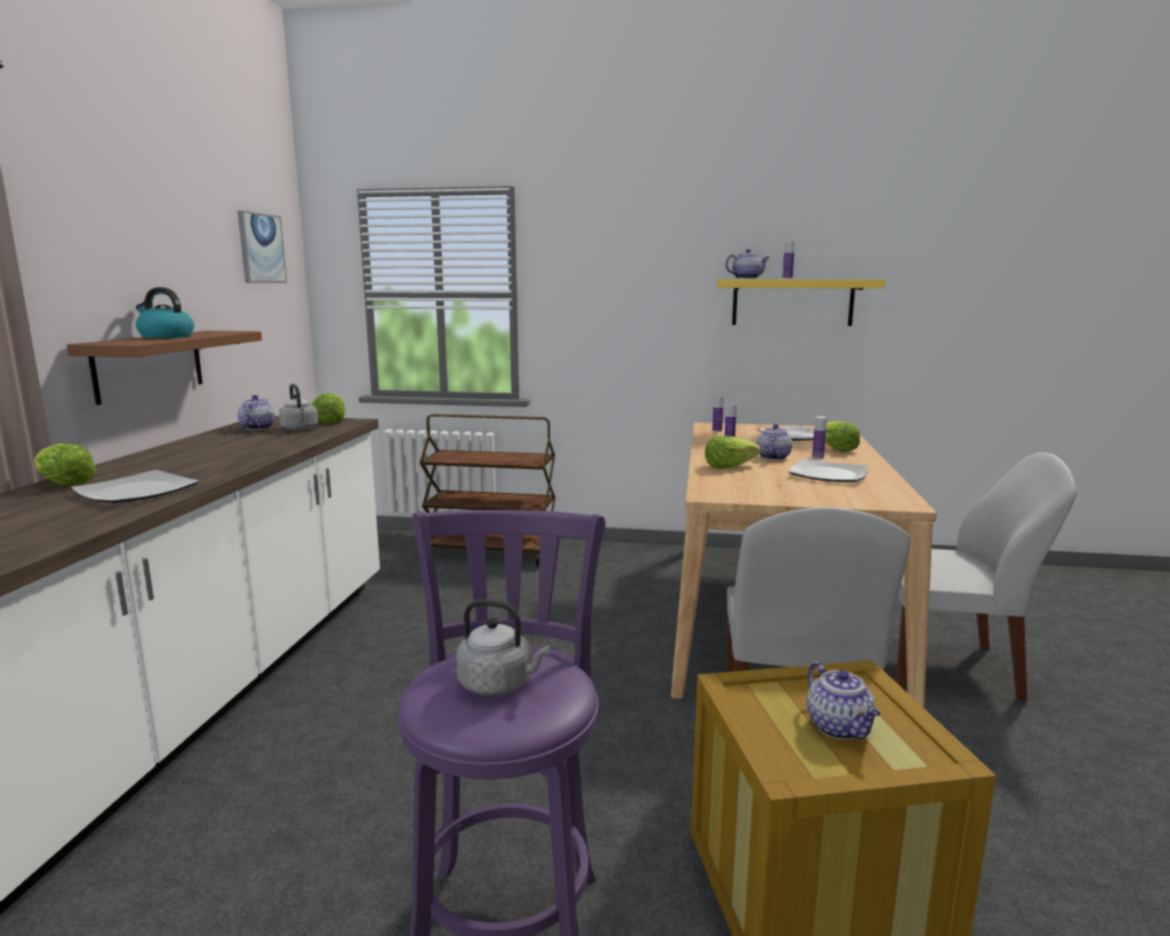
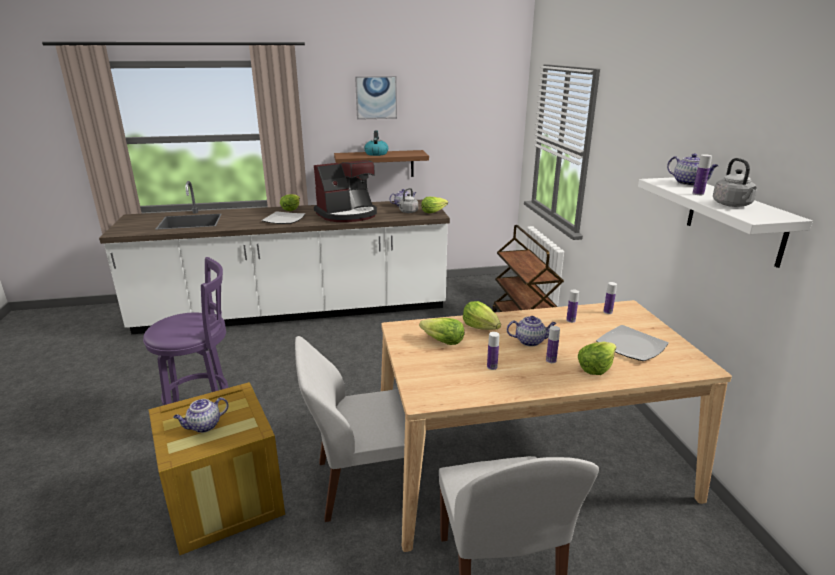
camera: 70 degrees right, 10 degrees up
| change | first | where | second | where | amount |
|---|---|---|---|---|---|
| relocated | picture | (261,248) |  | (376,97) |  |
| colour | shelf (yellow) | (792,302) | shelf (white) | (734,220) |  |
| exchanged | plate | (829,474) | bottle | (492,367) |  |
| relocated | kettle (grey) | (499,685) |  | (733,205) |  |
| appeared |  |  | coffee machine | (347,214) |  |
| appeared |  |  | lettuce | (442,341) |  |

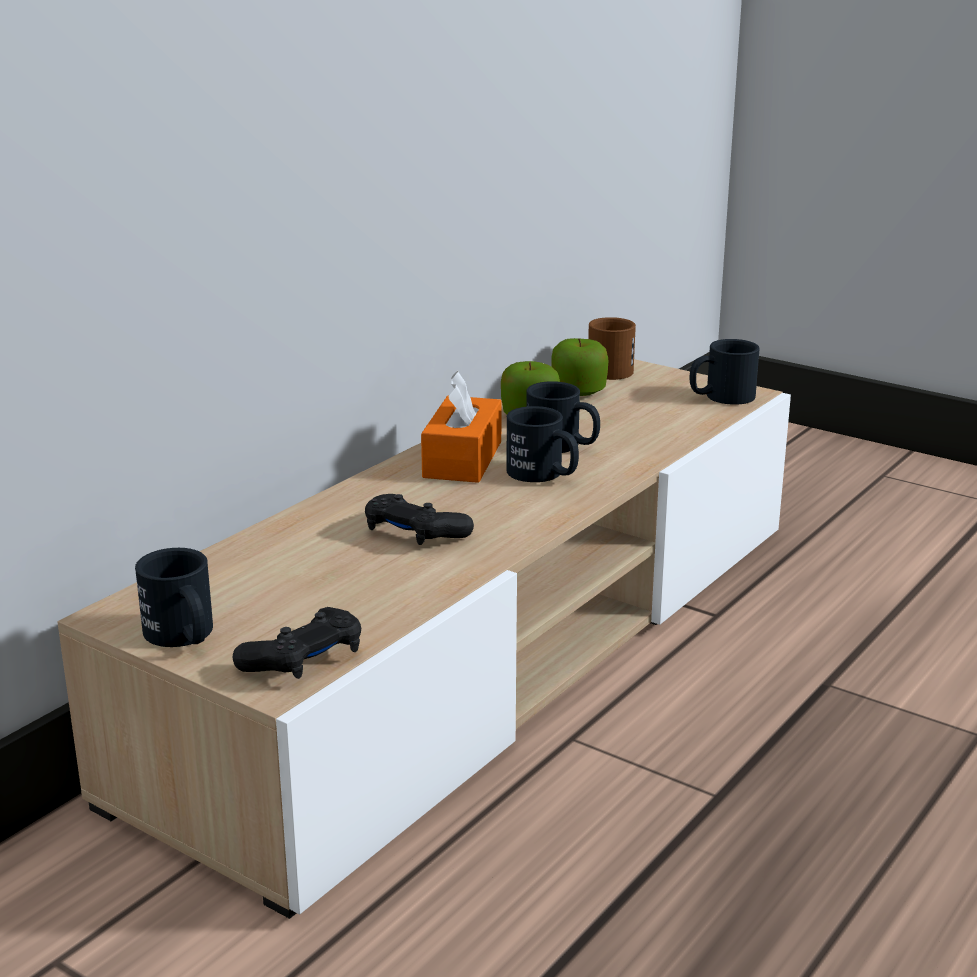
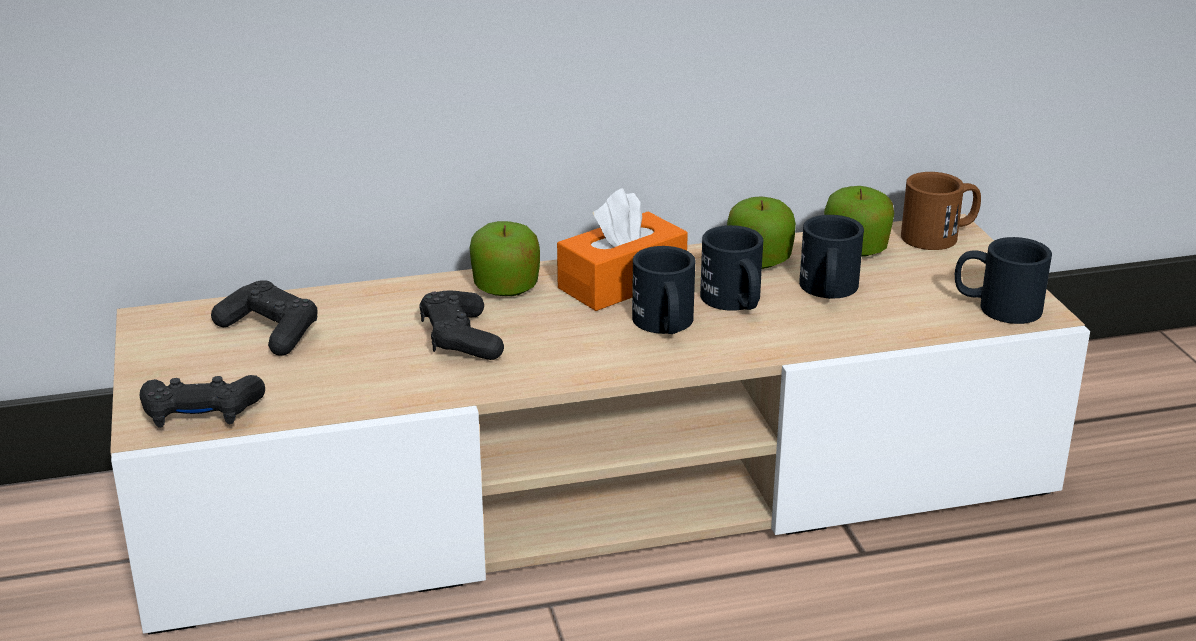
camera: 40 degrees right, 5 degrees up
| change | first | where | second | where | amount |
|---|---|---|---|---|---|
| relocated | mug (black) | (184,637) |  | (828,291) |  |
| appeared |  |  | apple | (506,288) |  |
| appeared |  |  | game controller (black) | (270,331) |  |

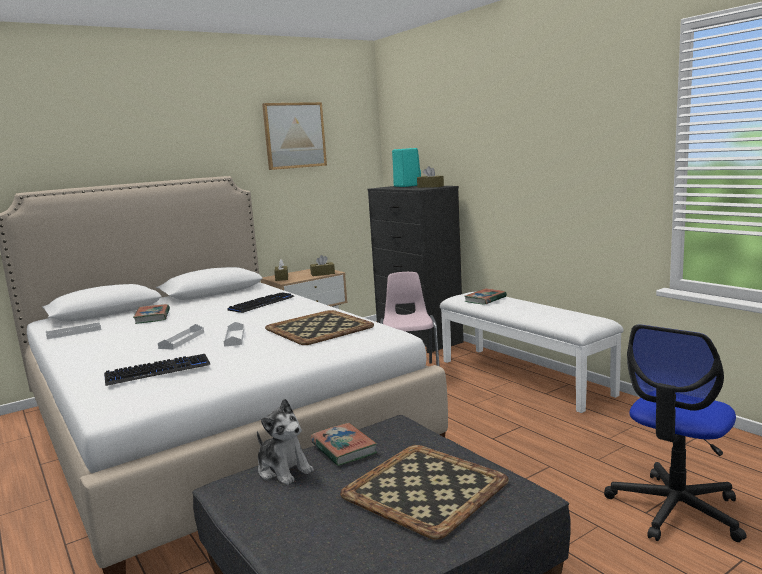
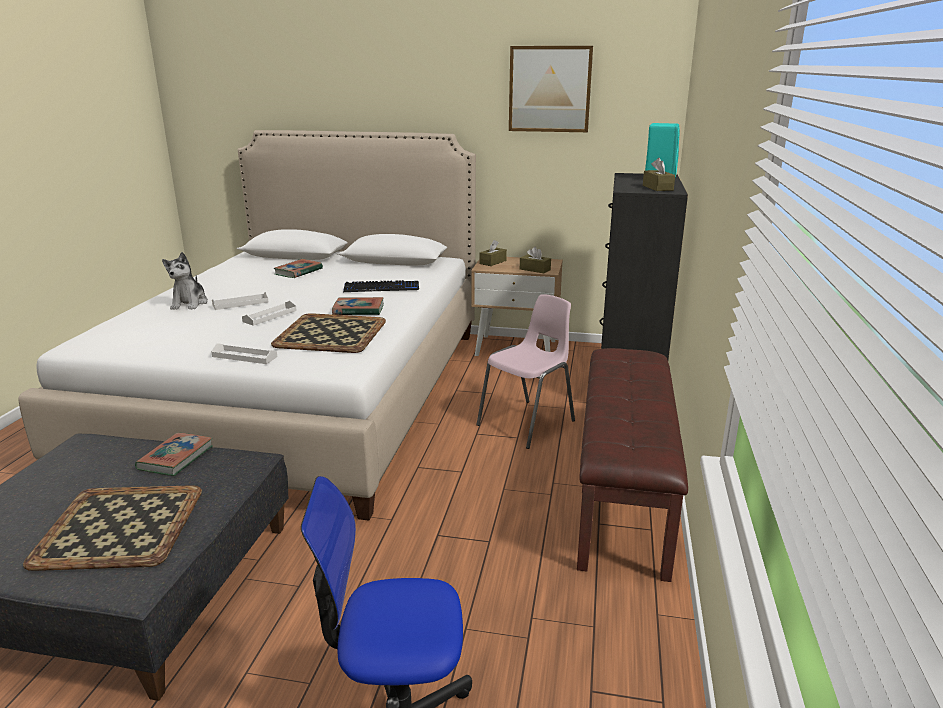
camera: 45 degrees right, 10 degrees up
| change | first | where | second | where | amount |
|---|---|---|---|---|---|
| relocated | book | (485,299) |  | (358,310) |  |
| colour | bench (white) | (524,377) | bench (brown) | (624,490) |  |
| relocated | tray (white) | (74,332) |  | (244,356) |  |
| missing | keyboard | (158,371) |  |  |  |
| relocated | plush toy | (284,470) |  | (190,303) |  |

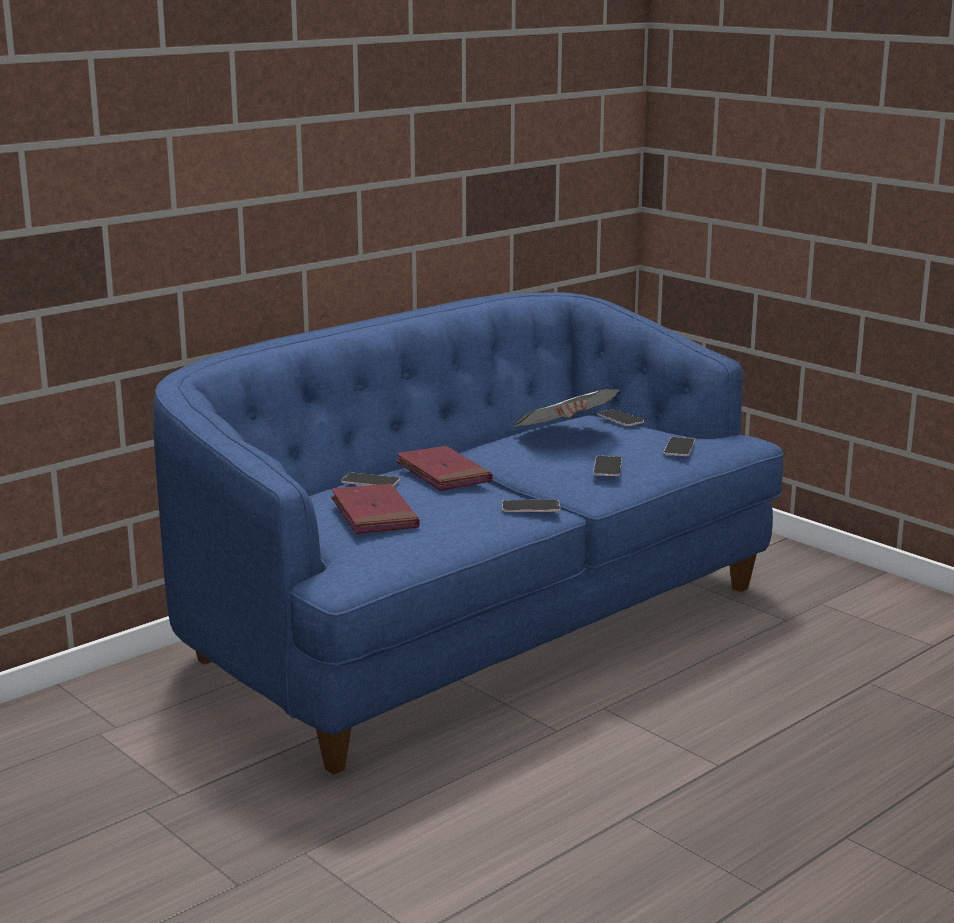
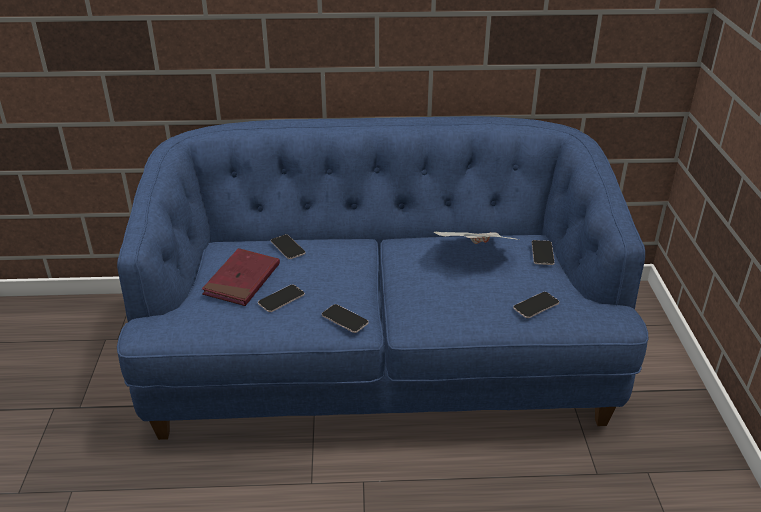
camera: 40 degrees right, 15 degrees up
| change | first | where | second | where | amount |
|---|---|---|---|---|---|
| missing | book (red) | (443,473) |  |  |  |
| relocated | phone | (607,467) |  | (281,299) |  |

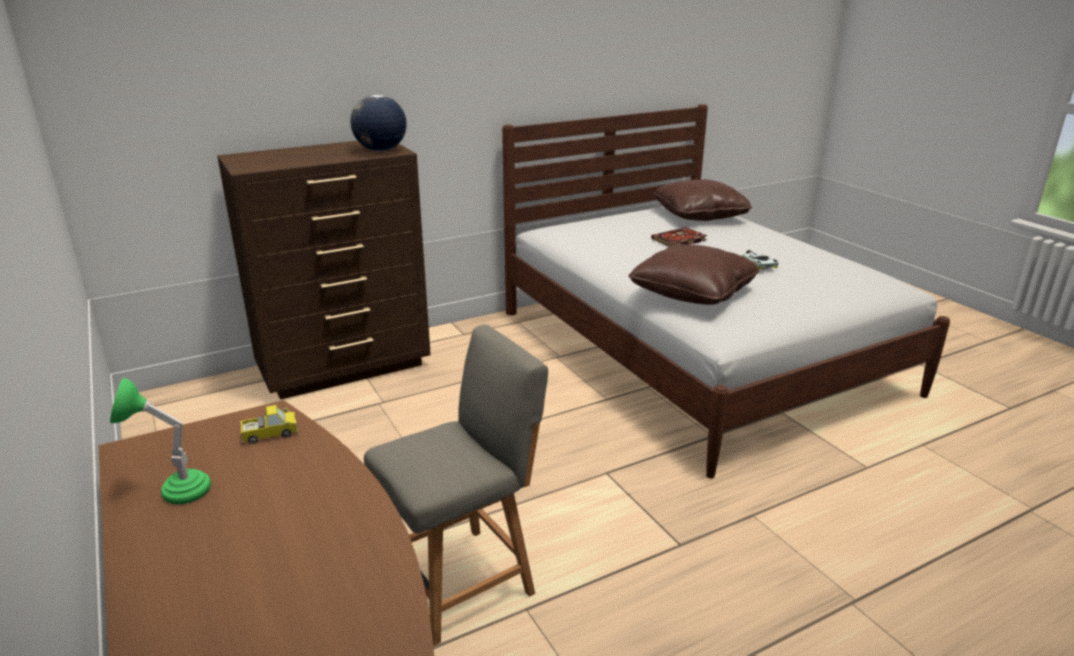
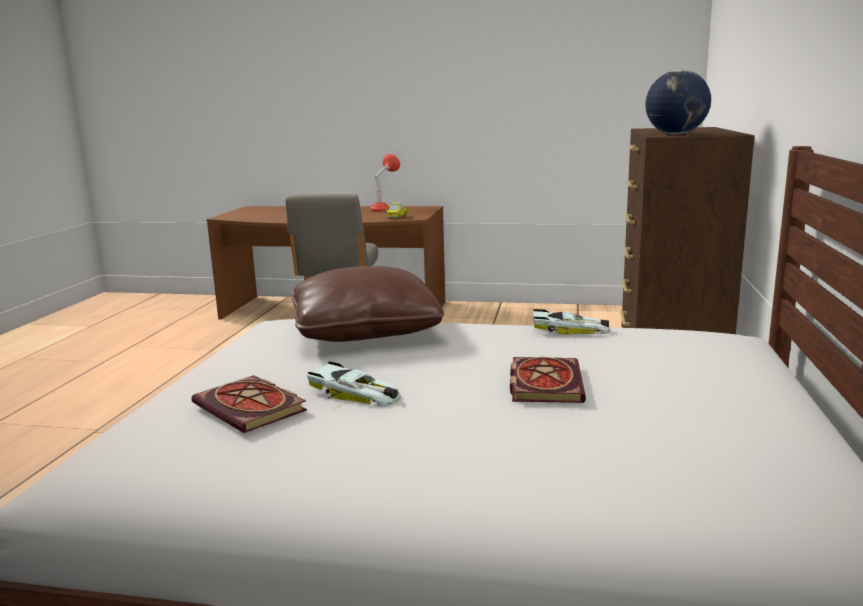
camera: 130 degrees right, 10 degrees down
| change | first | where | second | where | amount |
|---|---|---|---|---|---|
| missing | pillow (brown) | (699,215) |  |  |  |
| colour | table lamp (green) | (173,490) | table lamp (red) | (384,209) |  |
| appeared |  |  | toy car | (570,329) |  |
| appeared |  |  | book | (253,408) |  |

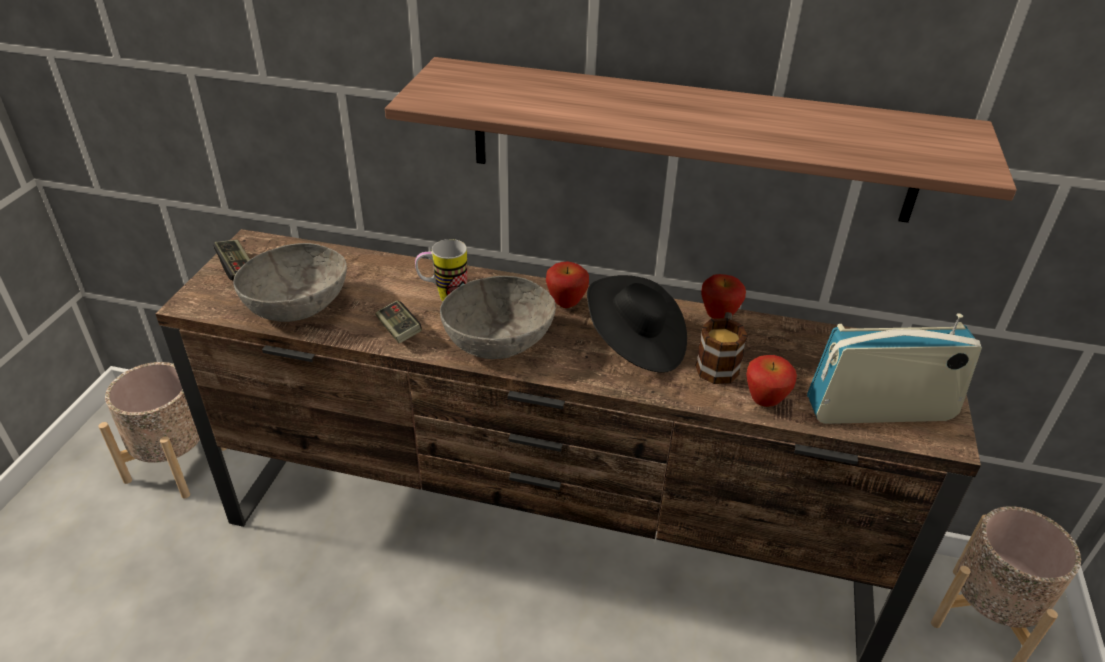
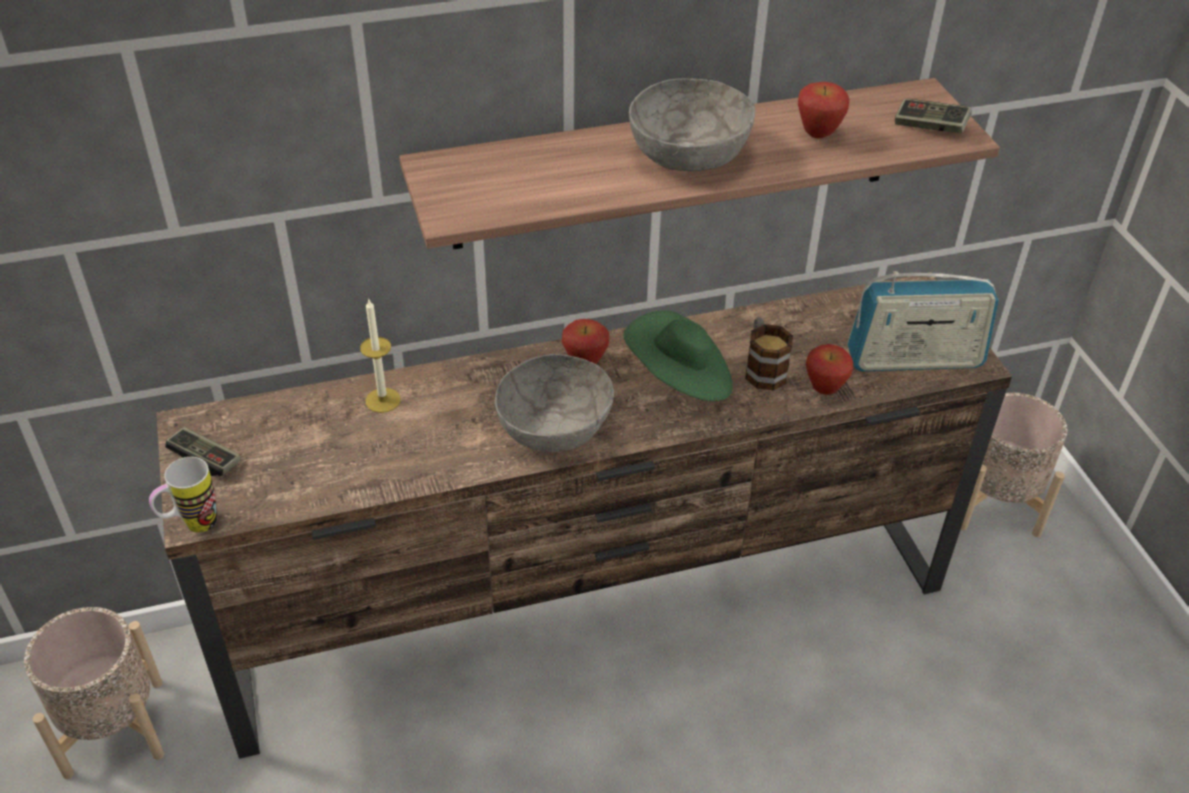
camera: 30 degrees left, 5 degrees up
| change | first | where | second | where | amount |
|---|---|---|---|---|---|
| relocated | mug | (443,298) |  | (191,526) |  |
| relocated | bowl (grey) | (297,304) |  | (688,153) |  |
| relocated | apple | (718,317) |  | (818,134) |  |
| colour | hat (black) | (635,344) | hat (green) | (679,379) |  |
| relocated | game controller | (399,330) |  | (930,127) |  |
| spun | radio | (879,410) |  | (914,359) | 150 degrees counterclockwise |
| appeared |  |  | candle | (383,400) |  |

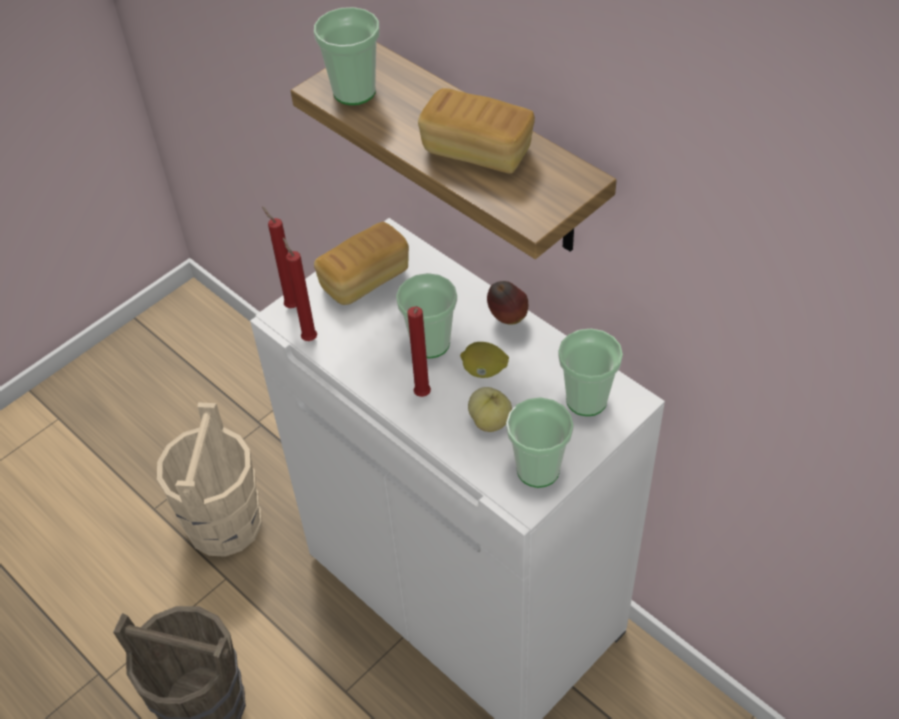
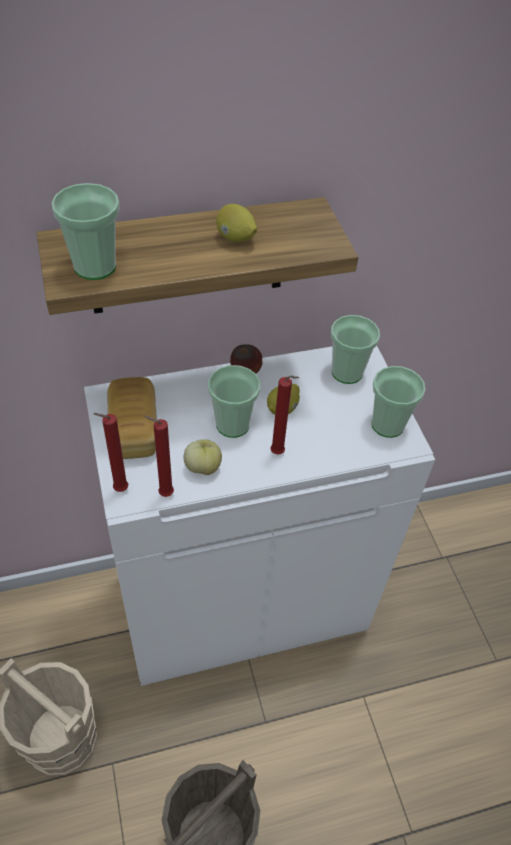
camera: 65 degrees left, 0 degrees up
| change | first | where | second | where | amount |
|---|---|---|---|---|---|
| exchanged | bread | (477,151) | lemon | (235,238) |  |
| relocated | apple | (490,421) |  | (203,467) |  |

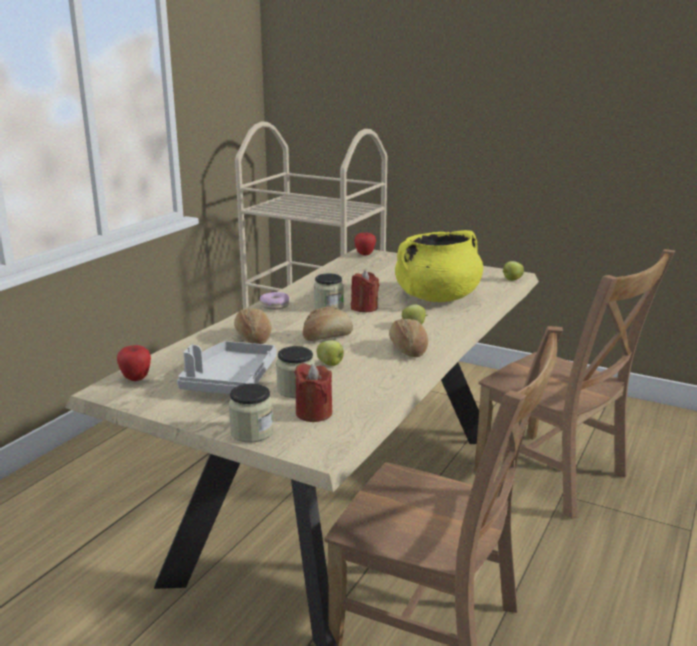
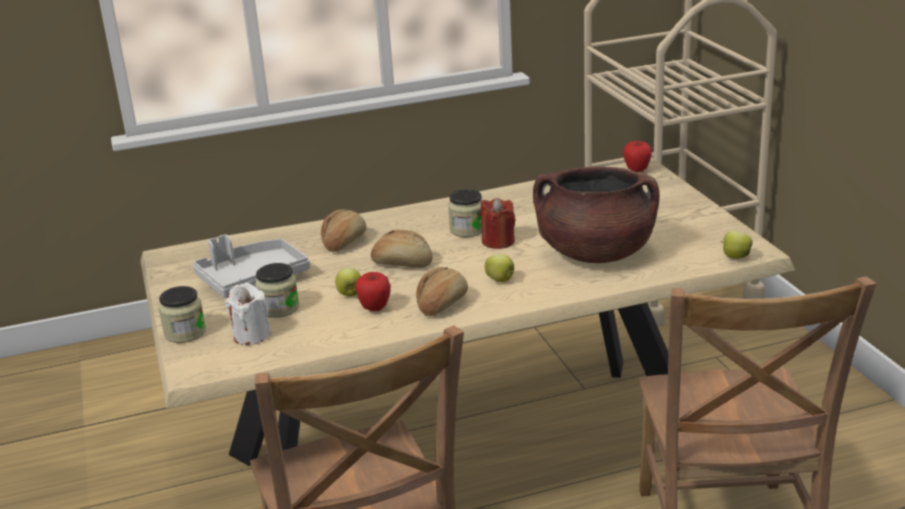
camera: 45 degrees right, 5 degrees up
| change | first | where | second | where | amount |
|---|---|---|---|---|---|
| colour | cooking pot (yellow) | (437,298) | cooking pot (brown) | (595,253) |  |
| missing | donut | (274,305) |  |  |  |
| relocated | apple | (136,379) |  | (375,308) |  |
| colour | candle (red) | (314,413) | candle (white) | (251,335) |  |

